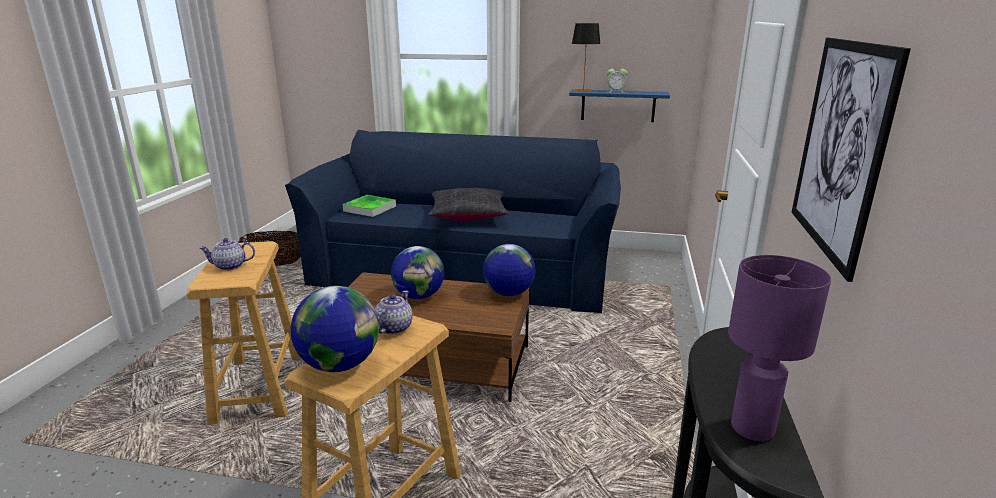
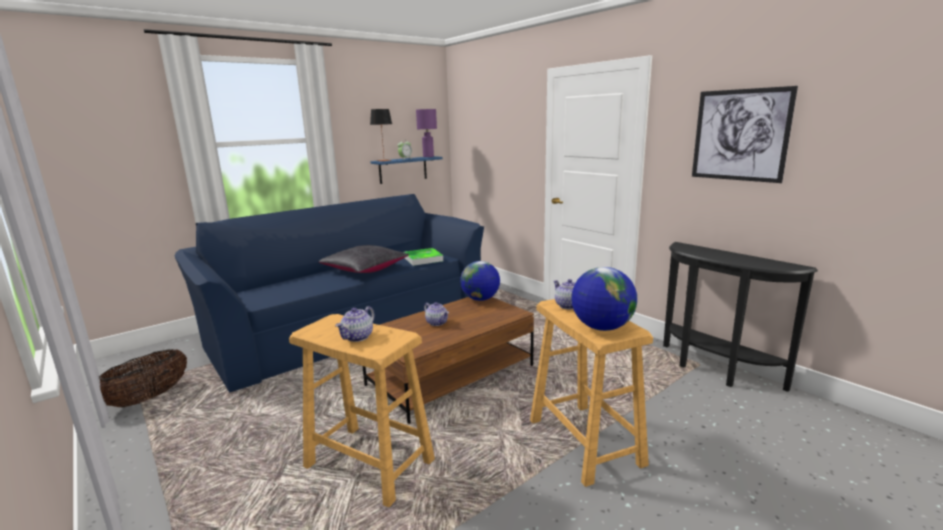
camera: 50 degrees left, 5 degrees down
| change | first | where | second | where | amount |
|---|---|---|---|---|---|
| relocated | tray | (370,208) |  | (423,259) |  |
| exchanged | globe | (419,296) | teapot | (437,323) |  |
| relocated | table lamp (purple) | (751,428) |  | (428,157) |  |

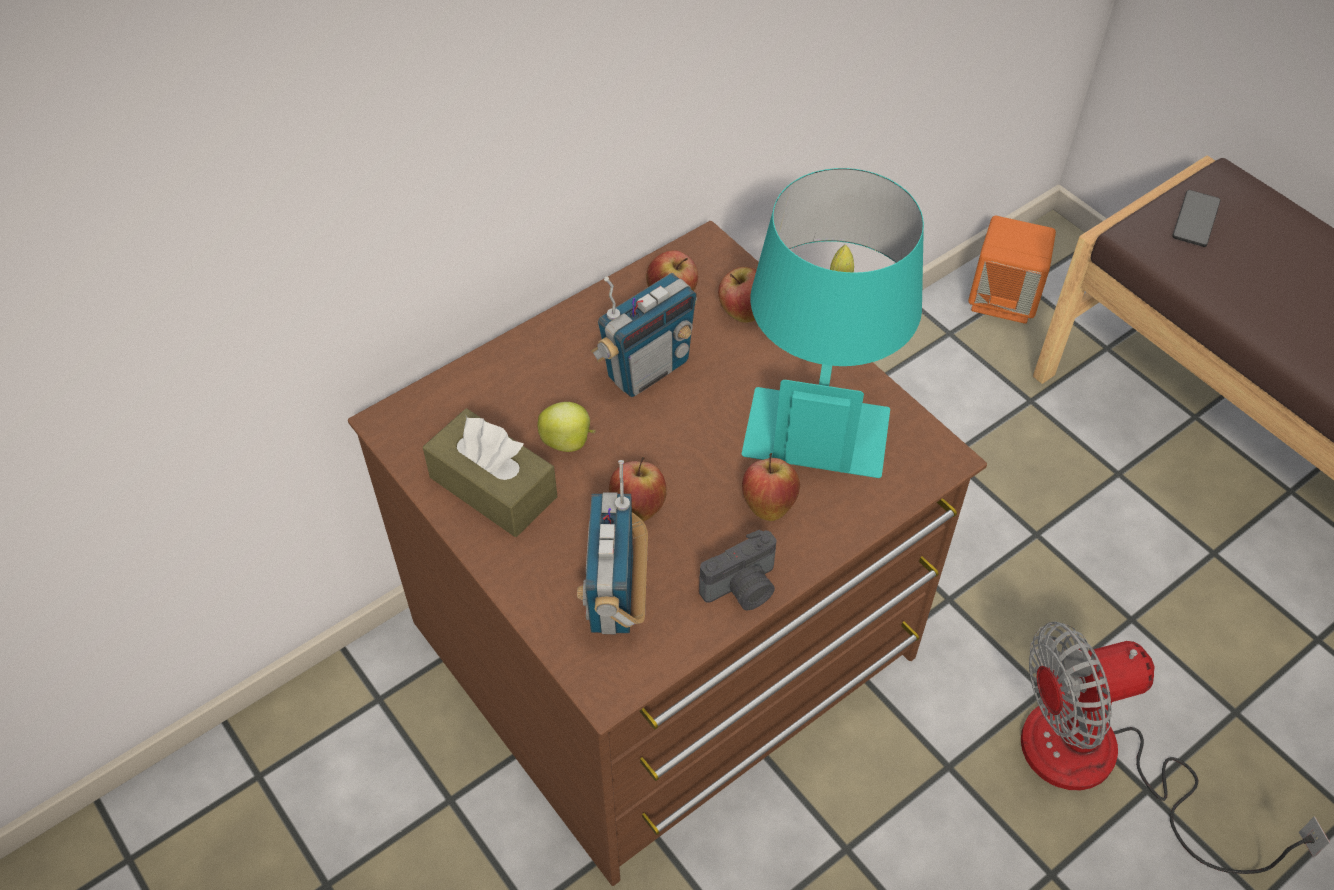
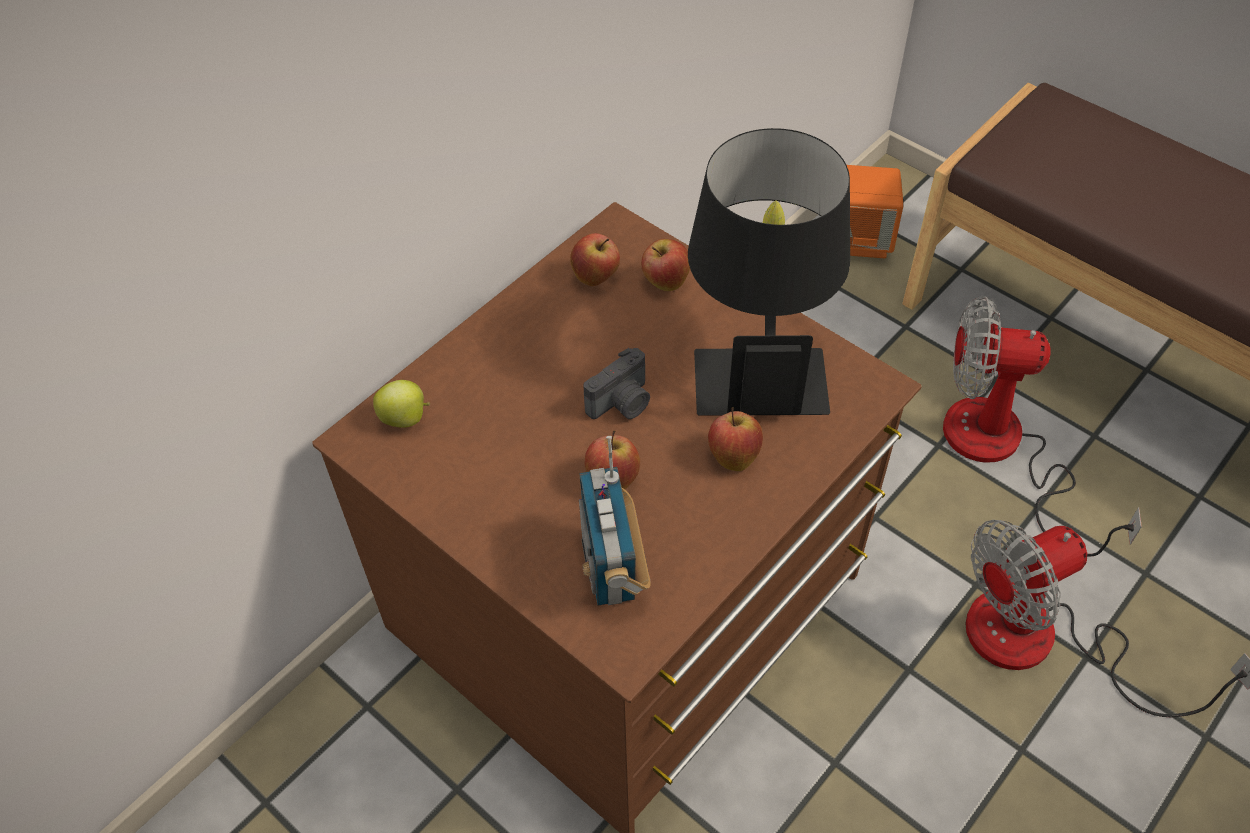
camera: 10 degrees left, 0 degrees up
| change | first | where | second | where | amount |
|---|---|---|---|---|---|
| colour | table lamp (turquoise) | (819,407) | table lamp (black) | (757,358) |  |
| missing | phone | (1195,219) |  |  |  |
| missing | radio | (647,369) |  |  |  |
| relocated | apple | (568,442) |  | (406,418) |  |
| missing | tissue box (brown) | (493,487) |  |  |  |
| relocated | photo camera | (743,589) |  | (622,403) |  |
| appeared |  |  | fan | (1001,453) |  |

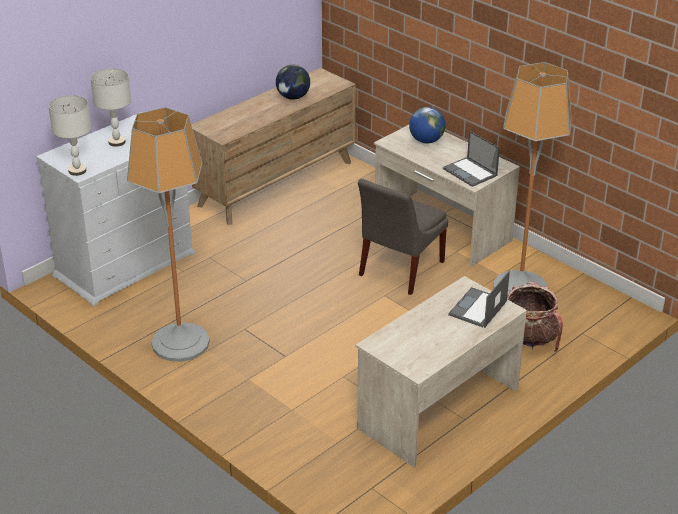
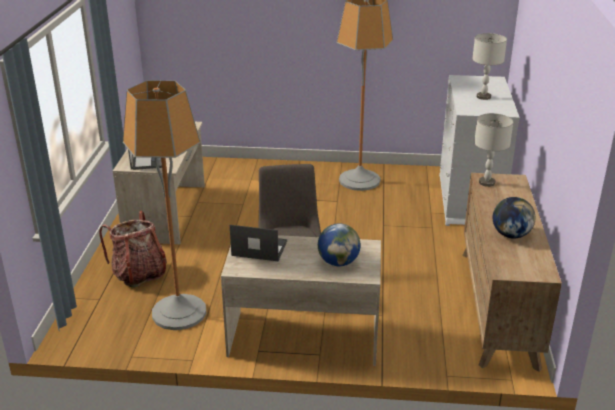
camera: 140 degrees right, 5 degrees down
| change | first | where | second | where | amount |
|---|---|---|---|---|---|
| relocated | table lamp (grey) | (77,171) |  | (487,182) |  |

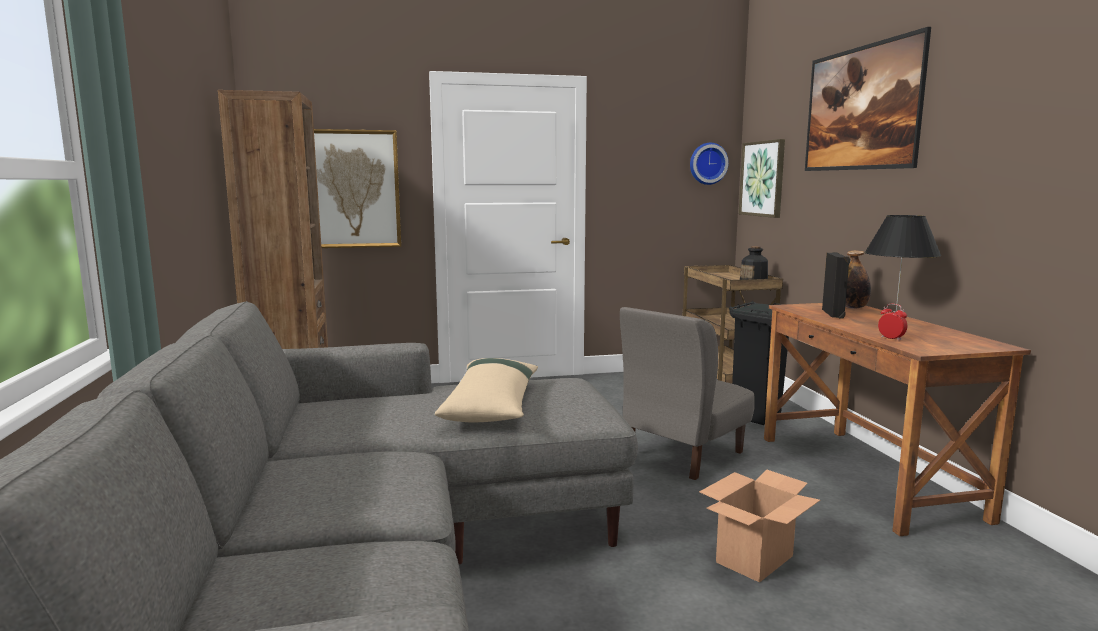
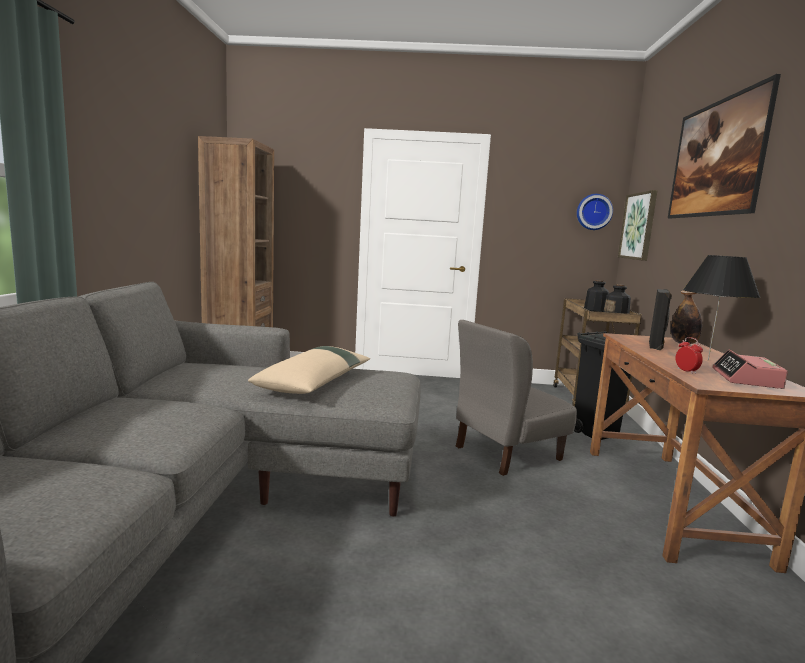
camera: 15 degrees right, 0 degrees up
| change | first | where | second | where | amount |
|---|---|---|---|---|---|
| missing | picture | (351,189) |  |  |  |
| missing | cardboard box | (754,559) |  |  |  |
| appeared |  |  | bottle | (595,310) |  |
| appeared |  |  | alarm clock | (746,379) |  |

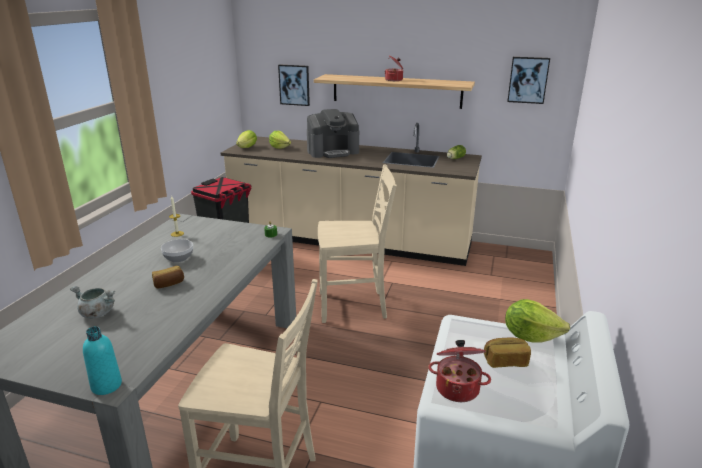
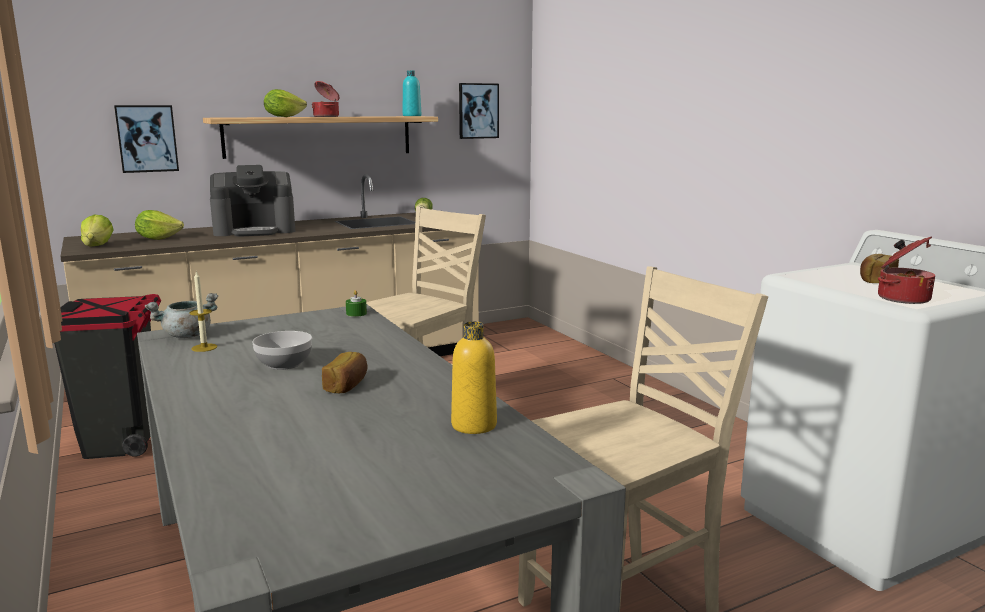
camera: 45 degrees left, 10 degrees down
| change | first | where | second | where | amount |
|---|---|---|---|---|---|
| spun | coffee machine | (333,151) |  | (255,230) | 45 degrees clockwise |
| relocated | cooking pot (grey) | (97,313) |  | (186,336) |  |
| relocated | lettuce | (530,336) |  | (283,117) |  |
| relocated | bottle (turquoise) | (106,385) |  | (412,116) |  |
| appeared |  |  | bottle (yellow) | (474,425) |  |

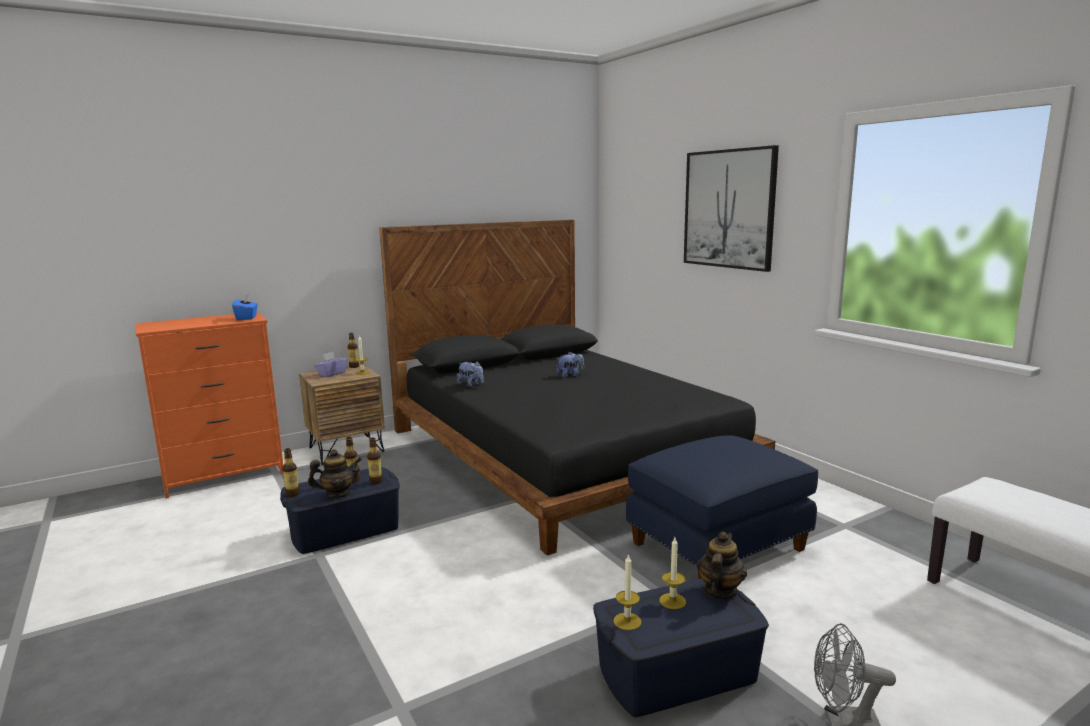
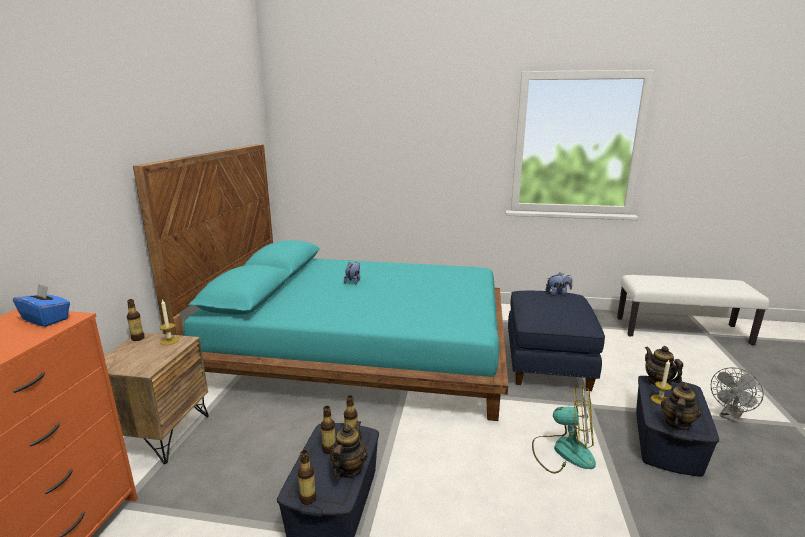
camera: 50 degrees left, 5 degrees up
| change | first | where | second | where | amount |
|---|---|---|---|---|---|
| missing | picture | (728,209) |  |  |  |
| colour | bed (black) | (562,454) | bed (turquoise) | (360,347) |  |
| missing | tissue box (purple) | (331,374) |  |  |  |
| relocated | plush toy | (471,385) |  | (558,293) |  |
| exchanged | candle | (627,621) | teapot | (676,423) |  |
| appeared |  |  | fan | (563,451) |  |

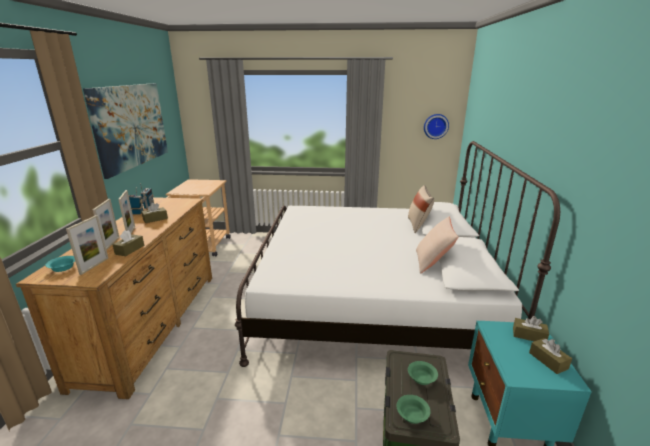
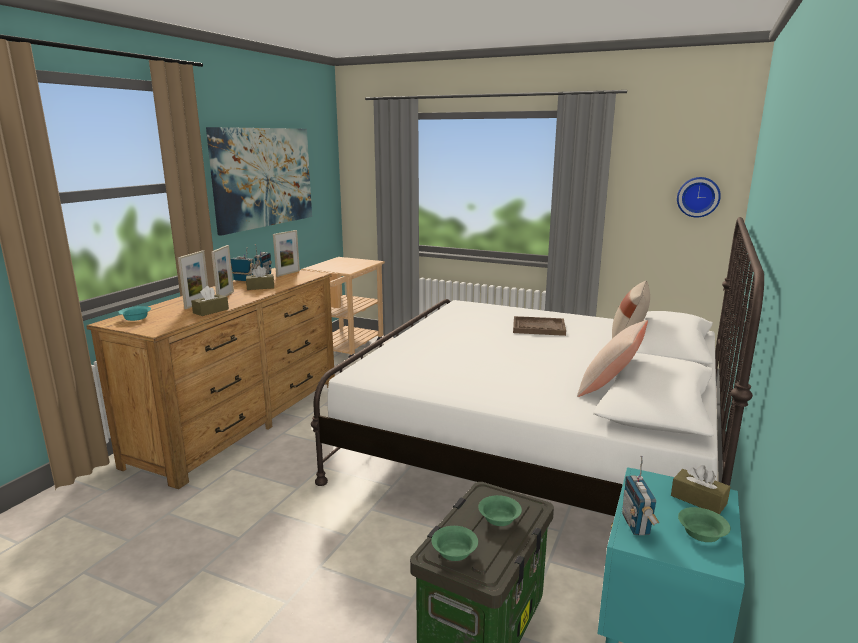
camera: 20 degrees right, 5 degrees down
| change | first | where | second | where | amount |
|---|---|---|---|---|---|
| relocated | picture frame | (94,266) |  | (288,273) |  |
| exchanged | tissue box (brown) | (548,360) | bowl (green) | (703,533) |  |
| appeared |  |  | tray (brown) | (538,328) |  |
| appeared |  |  | radio | (636,525) |  |

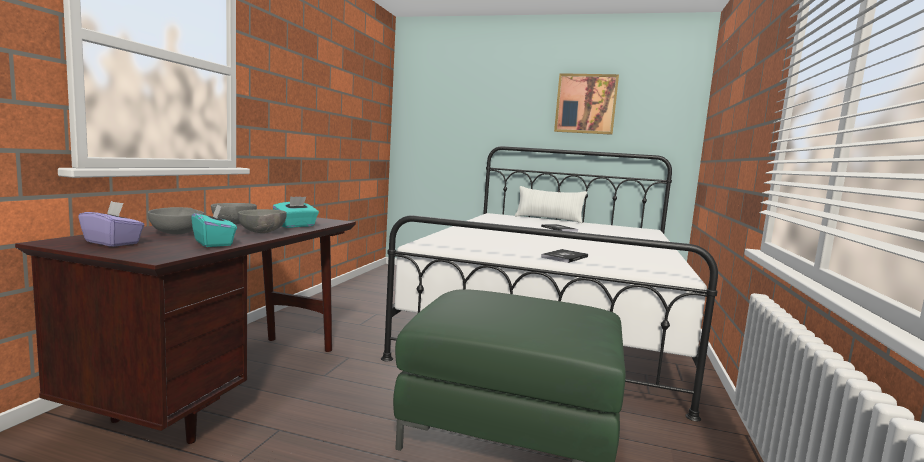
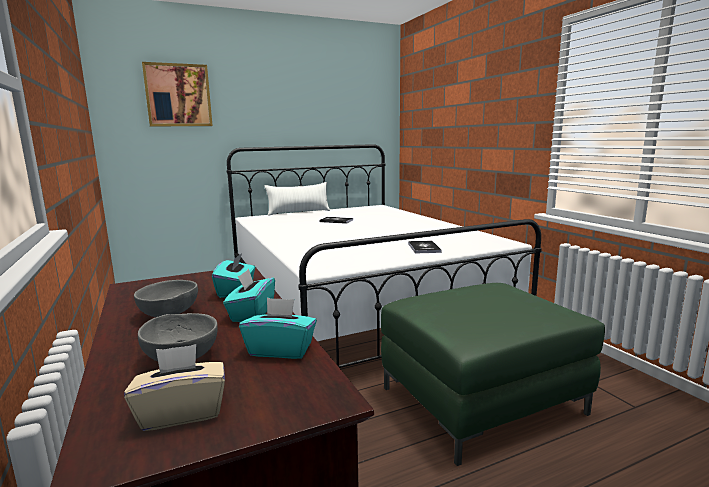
camera: 40 degrees left, 5 degrees up
| change | first | where | second | where | amount |
|---|---|---|---|---|---|
| relocated | picture | (585,104) |  | (178,95) |  |
| colour | tissue box (purple) | (113,242) | tissue box (beige) | (182,412) |  |
| exchanged | bowl (grey) | (262,232) | tissue box (turquoise) | (251,314) |  |

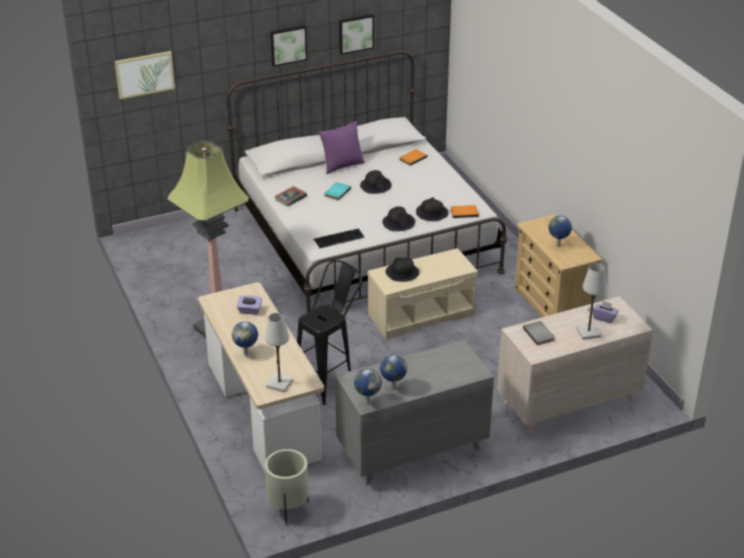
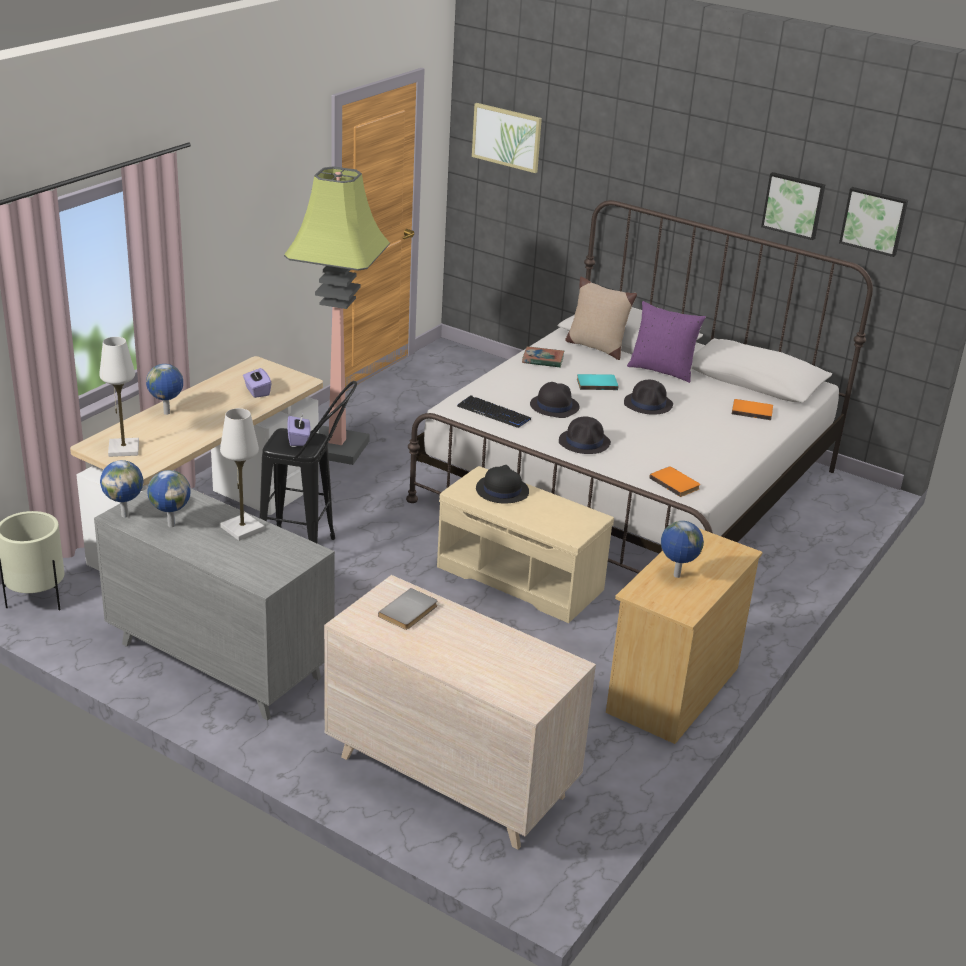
camera: 55 degrees right, 5 degrees down
| change | first | where | second | where | amount |
|---|---|---|---|---|---|
| relocated | picture | (288,45) |  | (874,221) |  |
| relocated | hat (black) | (431,213) |  | (554,406) |  |
| relocated | table lamp (white) | (588,332) |  | (242,528) |  |
| relocated | tissue box (purple) | (604,318) |  | (299,439) |  |
| appeared |  |  | pillow (beige) | (596,347) |  |

